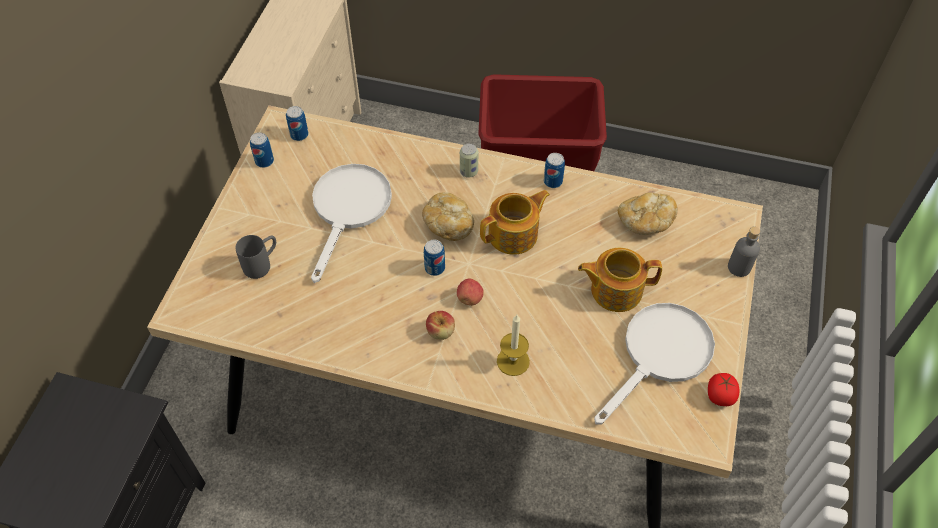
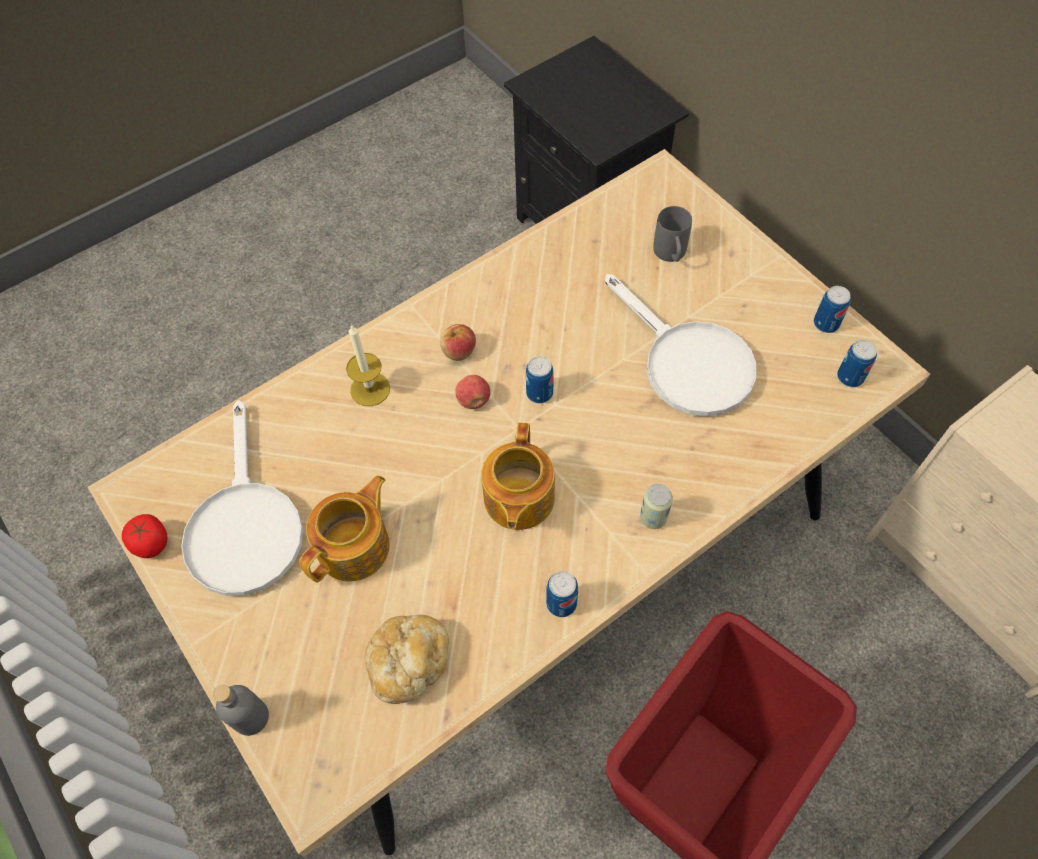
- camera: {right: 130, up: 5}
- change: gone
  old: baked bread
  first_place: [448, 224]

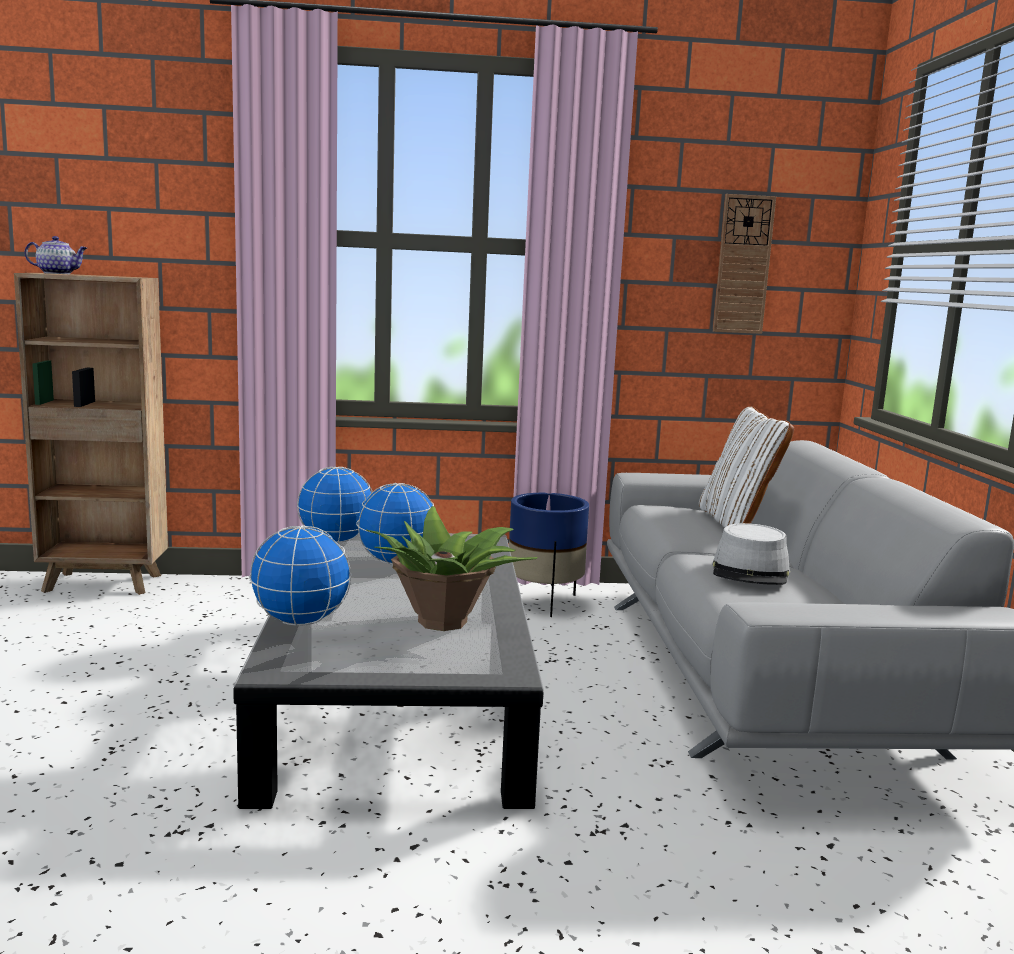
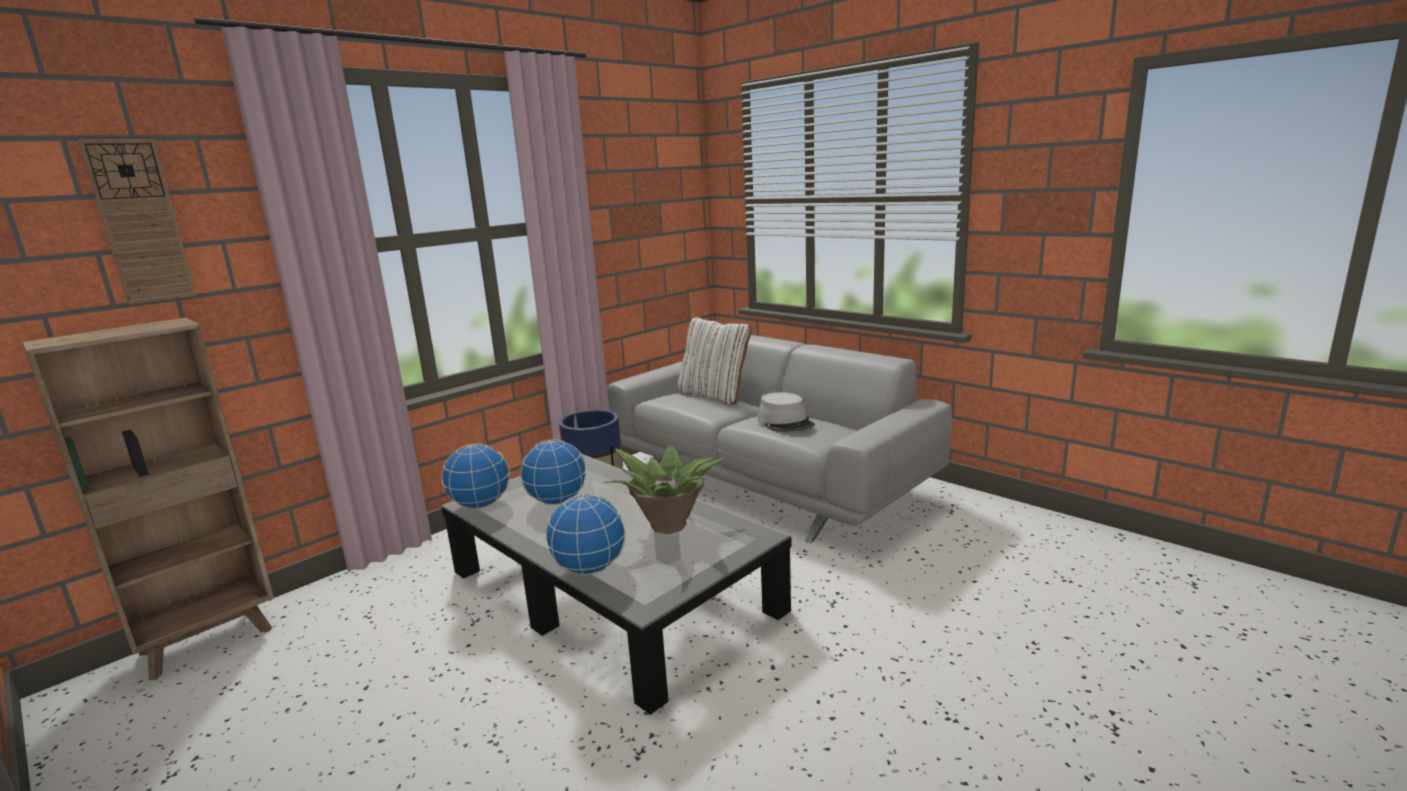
- camera: {right: -40, up: 5}
- change: gone
  old: pot for tea
  first_place: [58, 273]
- change: shifted
  old: clock on the wall
  first_place: [743, 265]
  second_place: [140, 222]

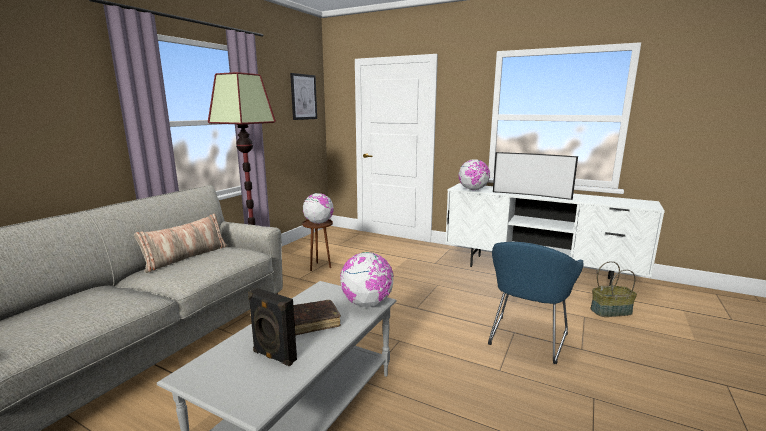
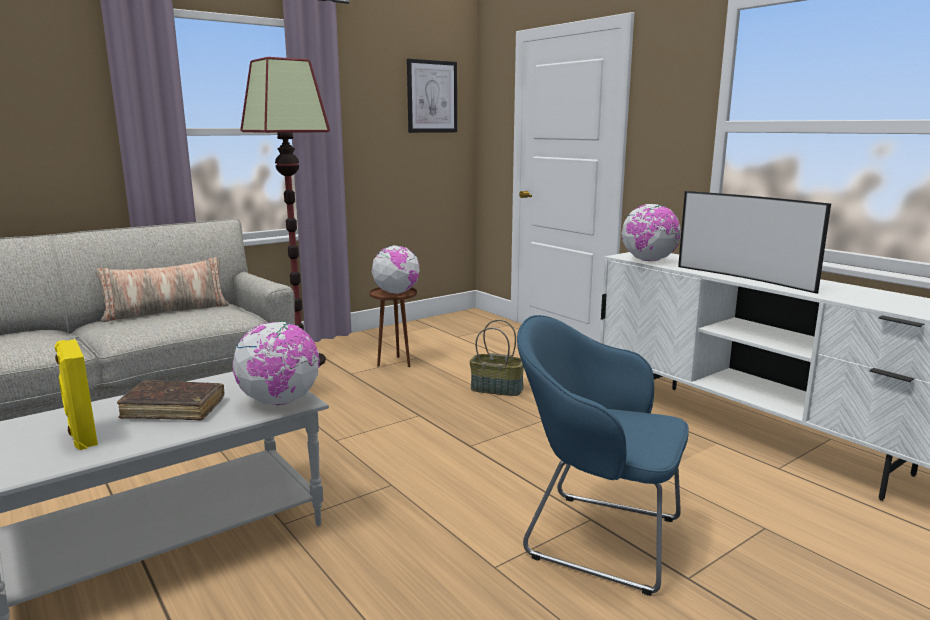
- camera: {right: 25, up: 0}
- change: repainted
  old: speaker (black)
  new: speaker (yellow)
  first_place: [273, 357]
  second_place: [81, 436]
- change: rotated
  old: easy chair (blue-coloured)
  first_place: [525, 340]
  second_place: [595, 536]
  degrees: 60
- change: shifted
  old: basket
  first_place: [610, 311]
  second_place: [497, 389]

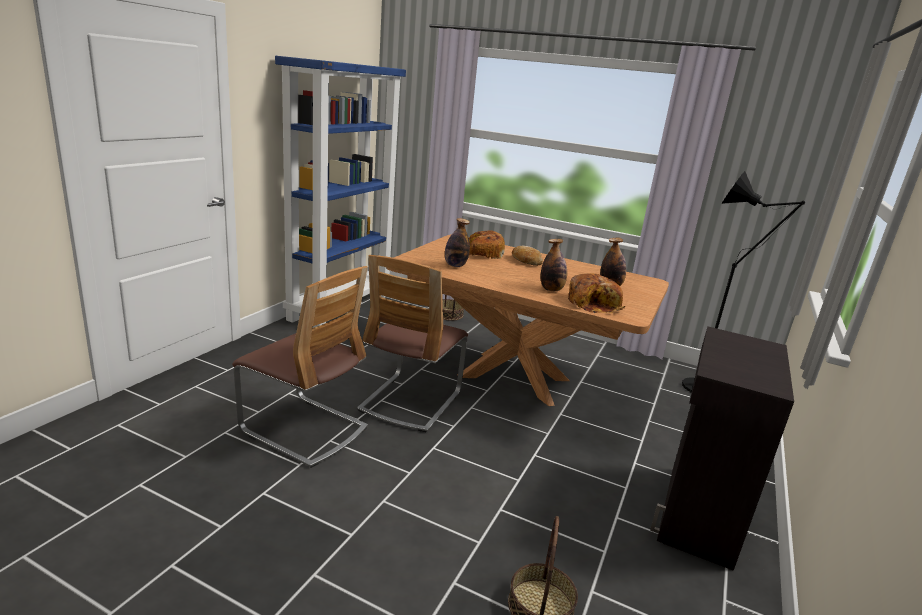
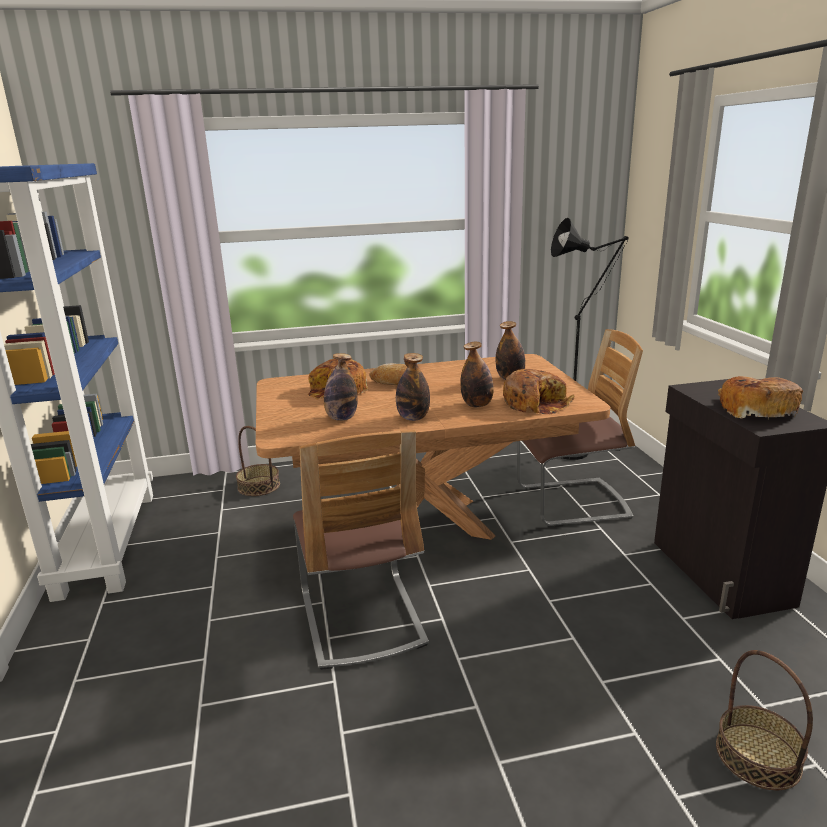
- camera: {right: -35, up: 0}
- change: shifted
  old: upright chair
  first_place: [304, 429]
  second_place: [572, 503]
- change: new
  new: bottle
  second_place: [413, 418]
- change: new
  new: baked bread
  second_place: [755, 409]

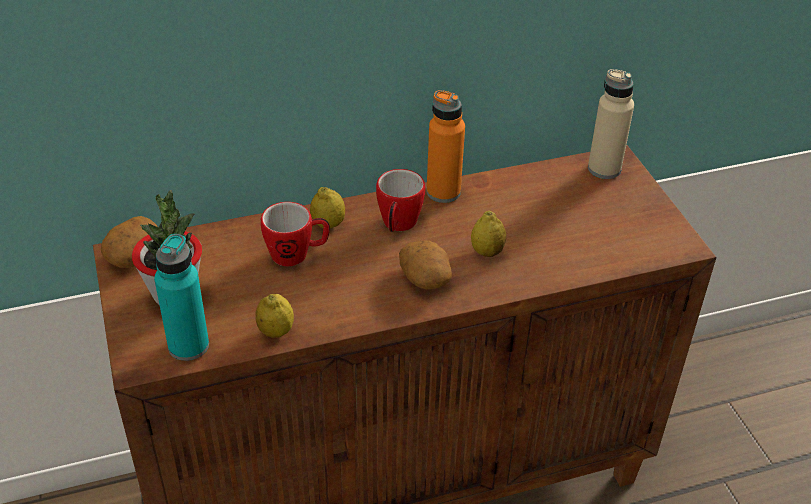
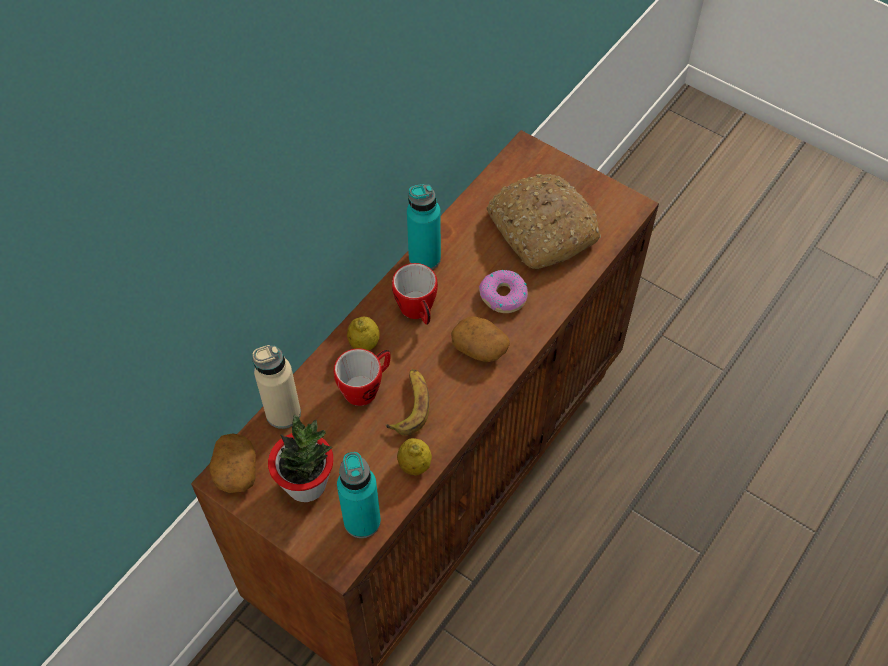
- camera: {right: -35, up: 15}
- change: repainted
  old: bottle (orange)
  new: bottle (blue-green)
  first_place: [443, 192]
  second_place: [424, 258]
- change: swapped
  old: whole lemon
  new: donut
  first_place: [487, 252]
  second_place: [503, 296]
- change: shifted
  old: bottle (beige-coloured)
  first_place: [604, 169]
  second_place: [283, 413]
- change: new
  new: whole banana
  second_place: [410, 405]
- change: new
  new: baked bread
  second_place: [540, 229]

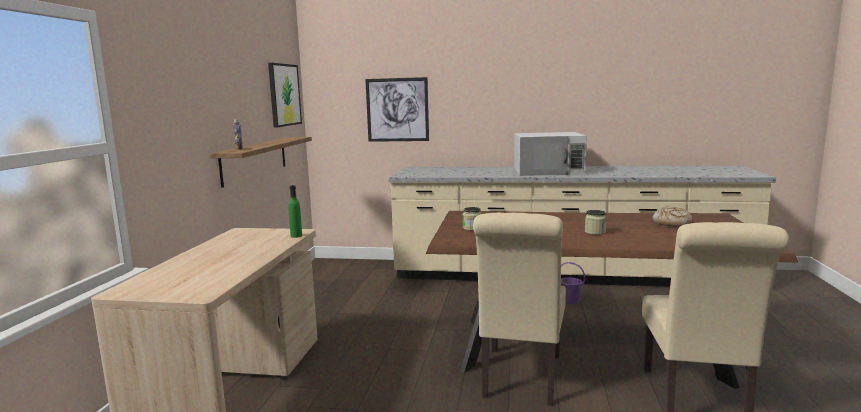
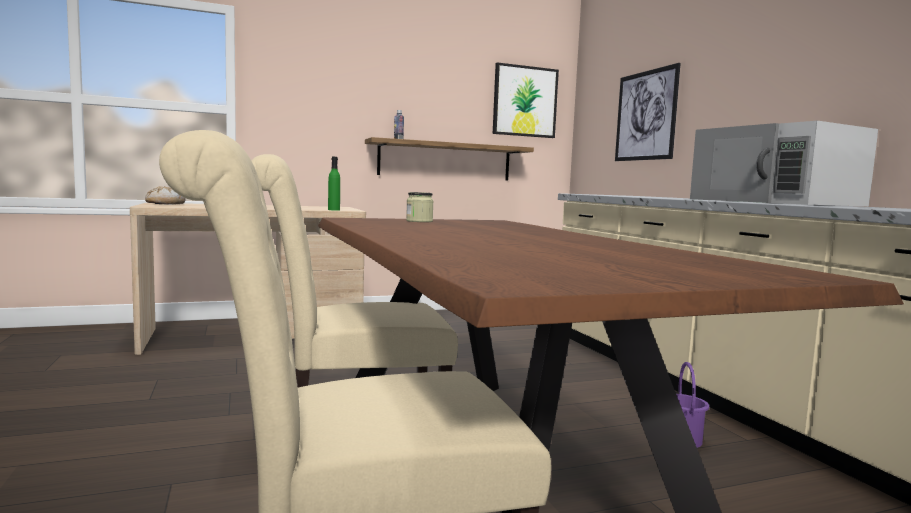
- camera: {right: 60, up: -5}
- change: gone
  old: preserve jar
  first_place: [595, 232]
- change: shifted
  old: baked bread
  first_place: [671, 223]
  second_place: [165, 203]

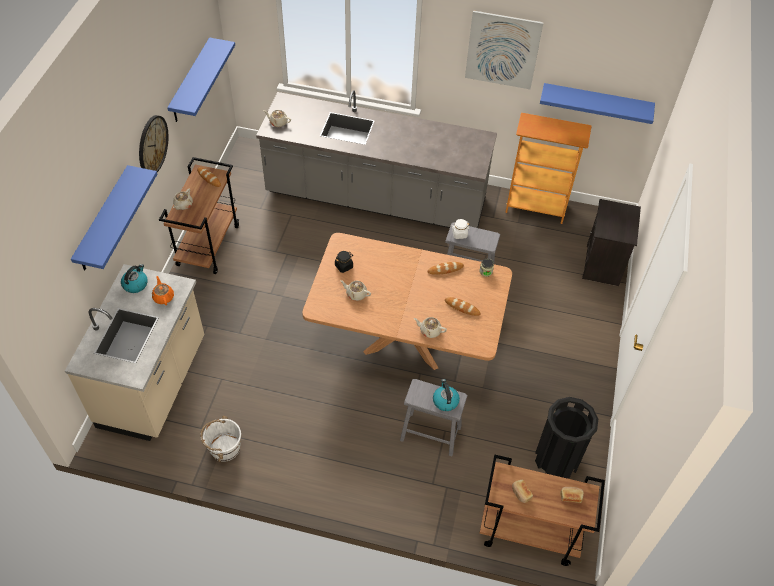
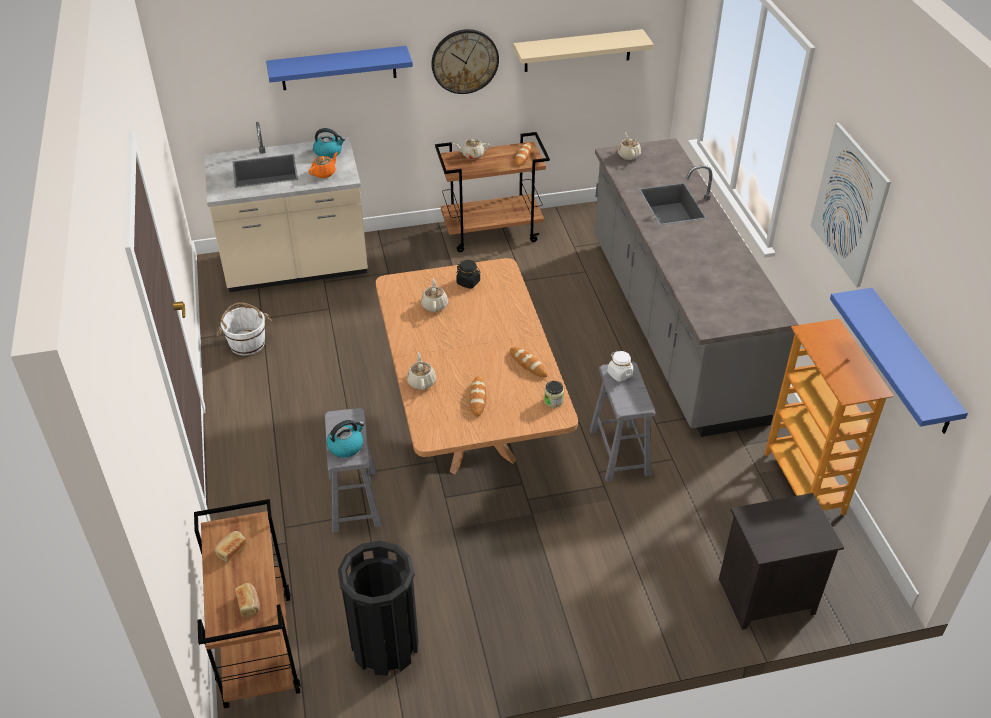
- camera: {right: 65, up: -10}
- change: repainted
  old: shelf (blue-coloured)
  new: shelf (beige-coloured)
  first_place: [191, 81]
  second_place: [578, 50]

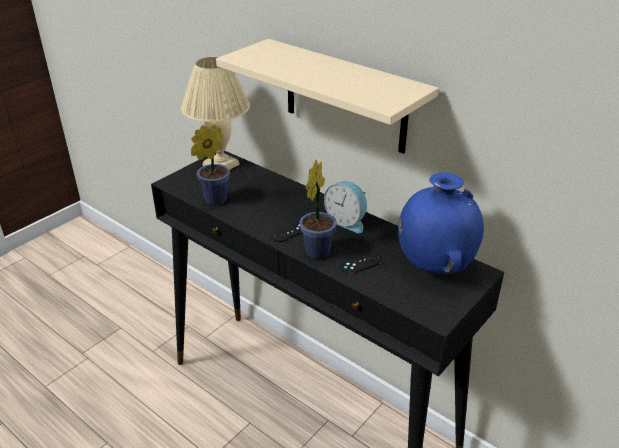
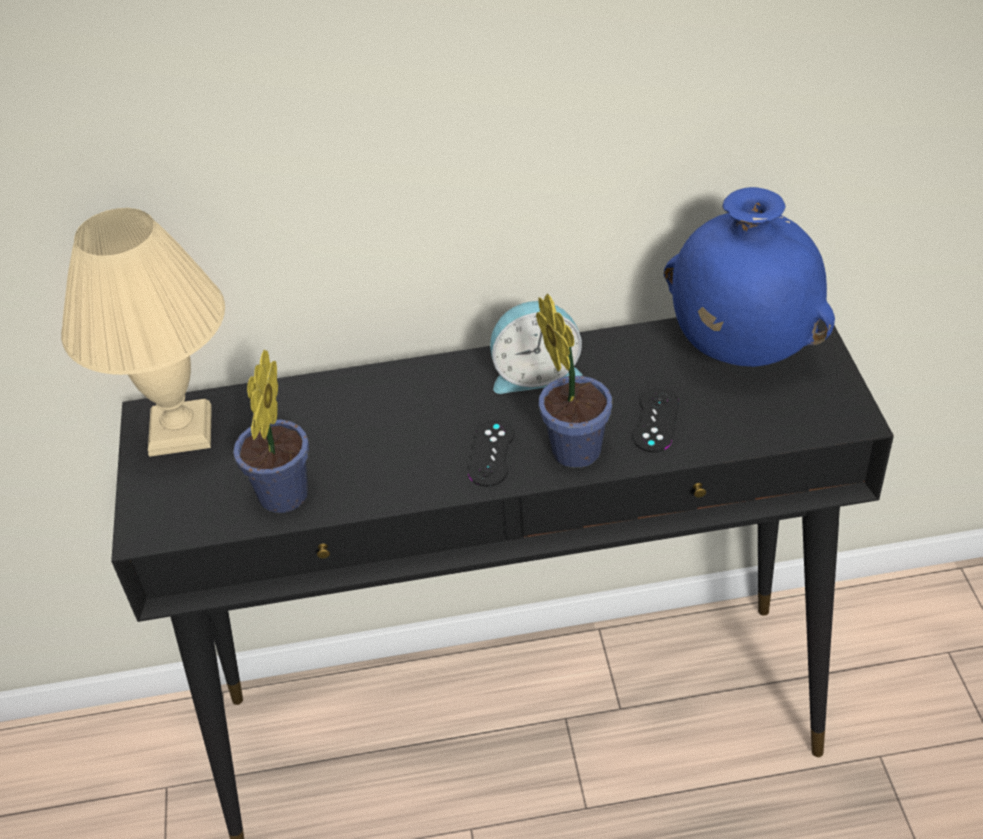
- camera: {right: -45, up: 10}
- change: gone
  old: shelf (beige-coloured)
  first_place: [345, 96]

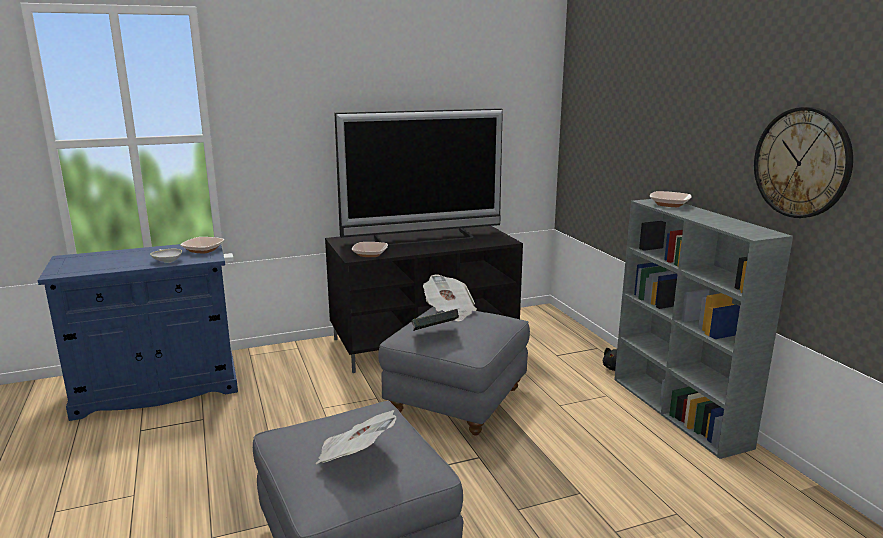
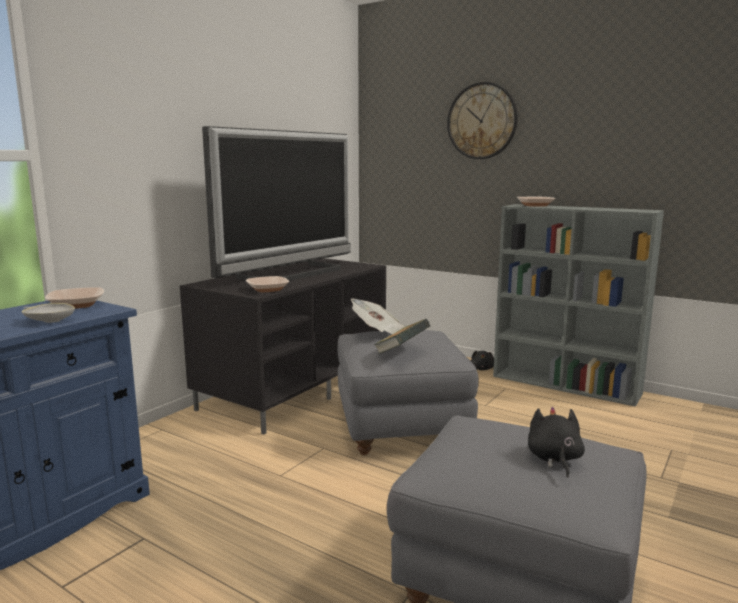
- camera: {right: -35, up: -5}
- change: swapped
  old: daily paper
  new: cuddly toy (black)
  first_place: [355, 456]
  second_place: [554, 459]
- change: shifted
  old: clock on the wall
  first_place: [802, 163]
  second_place: [482, 121]

